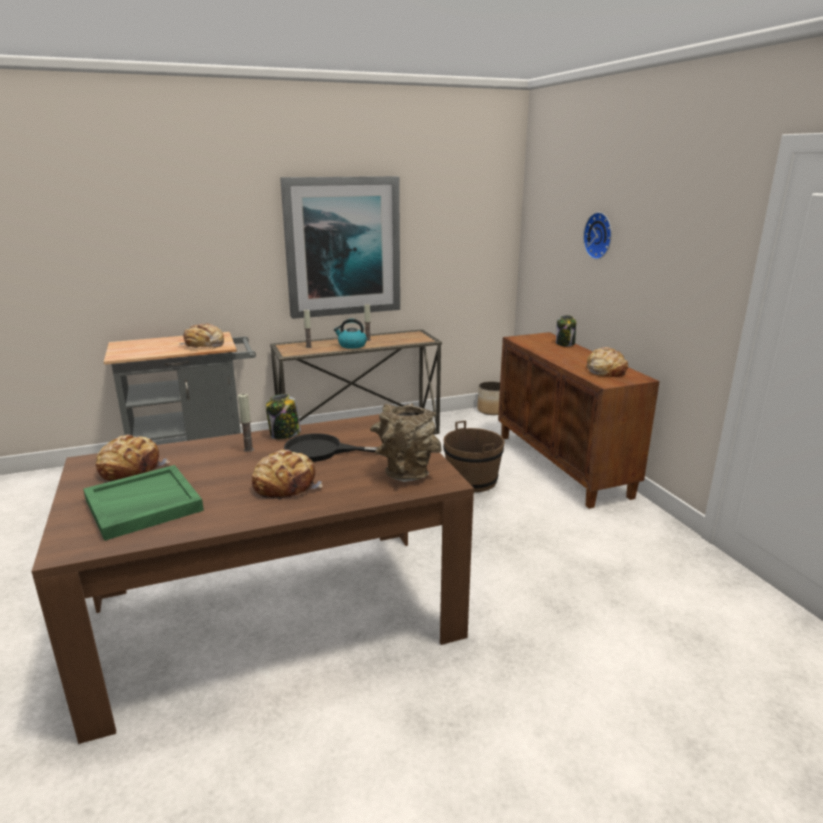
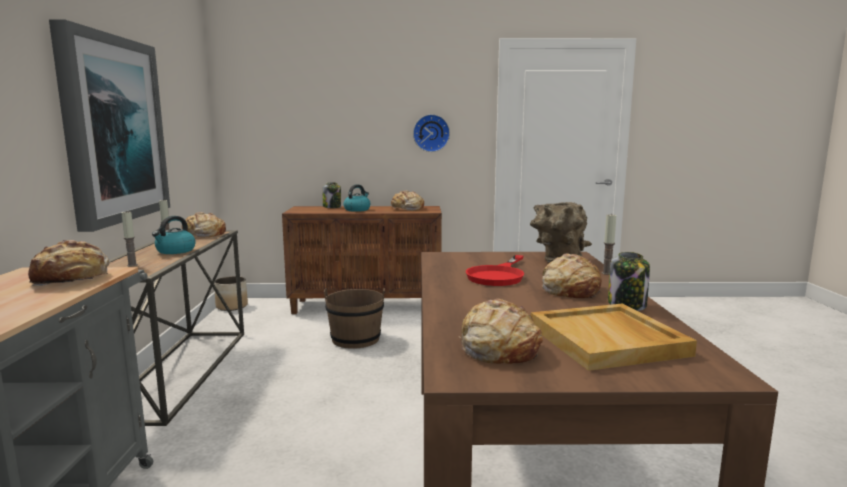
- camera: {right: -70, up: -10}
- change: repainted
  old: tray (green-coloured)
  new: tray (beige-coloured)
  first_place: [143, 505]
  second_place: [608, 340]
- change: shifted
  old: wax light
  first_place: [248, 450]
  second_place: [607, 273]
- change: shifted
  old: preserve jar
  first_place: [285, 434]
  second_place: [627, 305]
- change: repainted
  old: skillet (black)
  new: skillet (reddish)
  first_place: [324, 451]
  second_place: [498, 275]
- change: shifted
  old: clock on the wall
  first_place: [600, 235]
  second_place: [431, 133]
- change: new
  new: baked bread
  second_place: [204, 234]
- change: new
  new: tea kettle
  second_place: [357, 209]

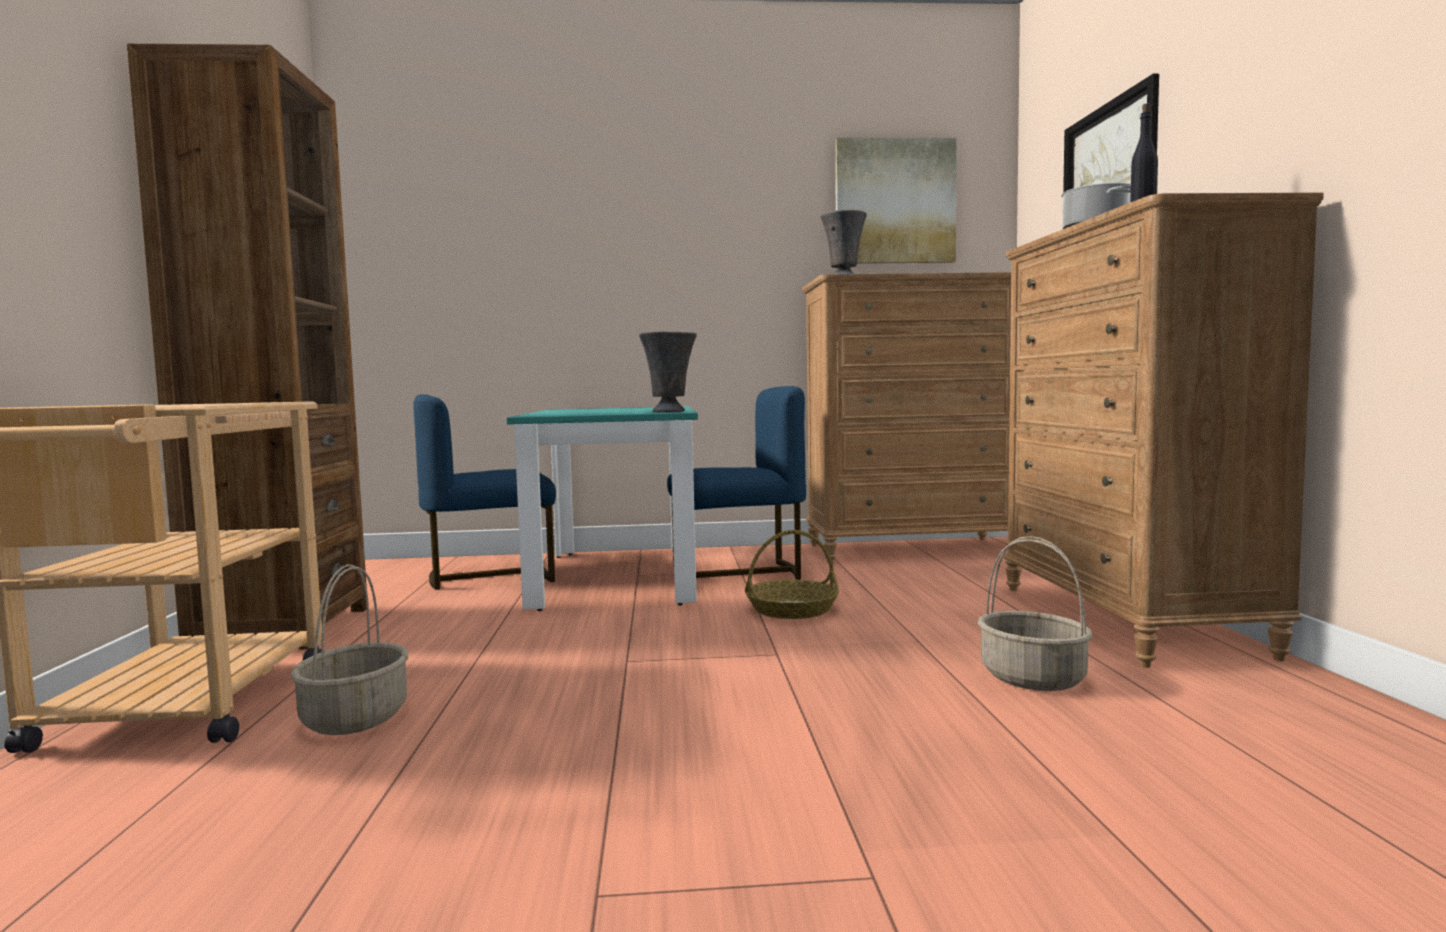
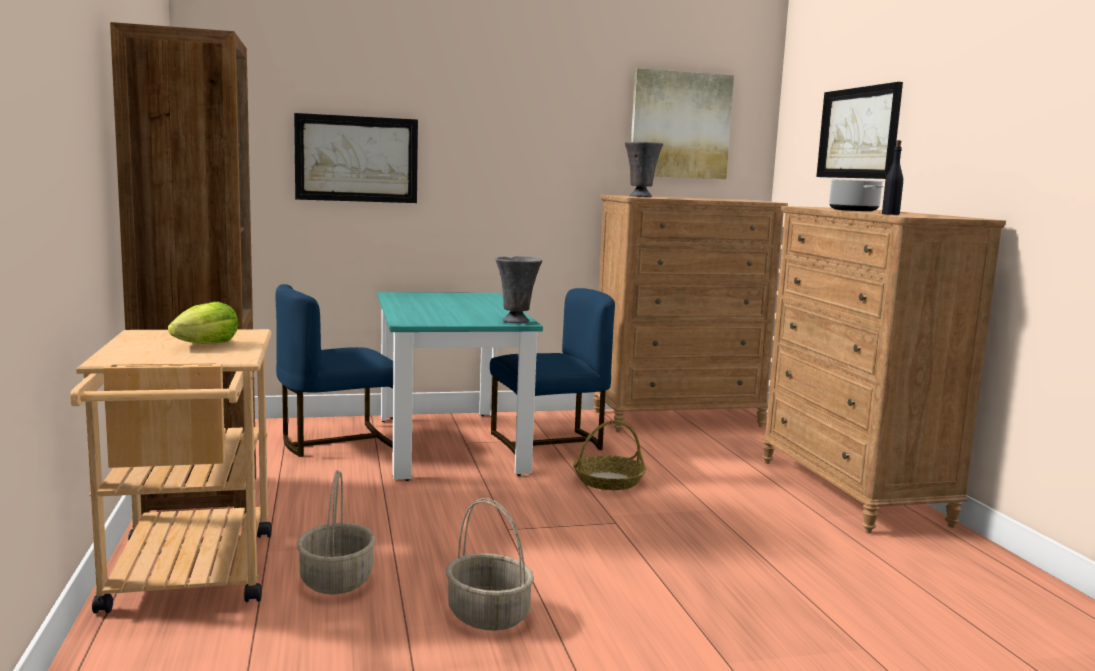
- camera: {right: -10, up: 5}
- change: shifted
  old: basket
  first_place: [1034, 678]
  second_place: [489, 615]
- change: new
  new: lettuce
  second_place: [206, 345]
- change: new
  new: wall picture
  second_place: [356, 159]

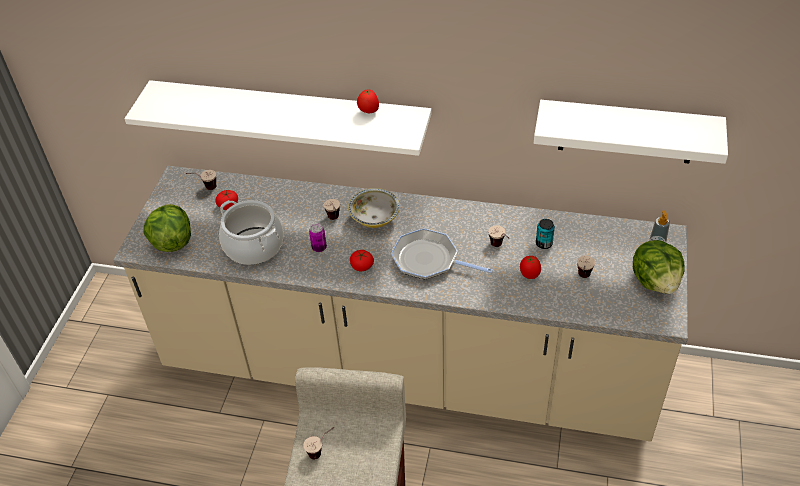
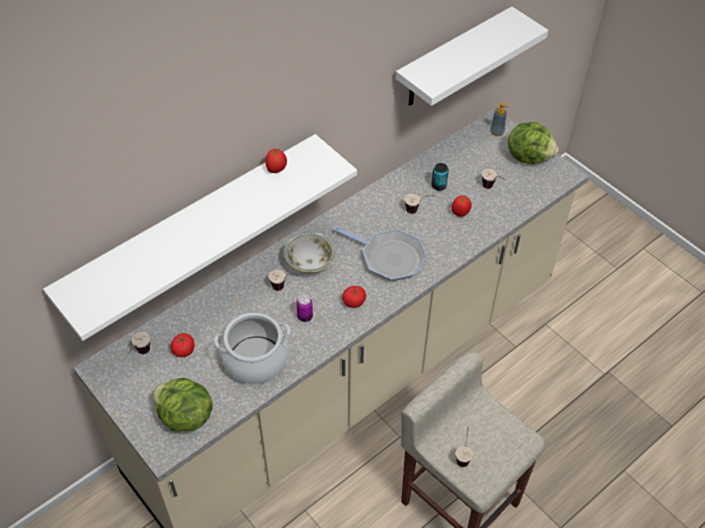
- camera: {right: -55, up: 5}
- change: rotated
  old: skillet
  first_place: [429, 260]
  second_place: [389, 258]
  degrees: -120

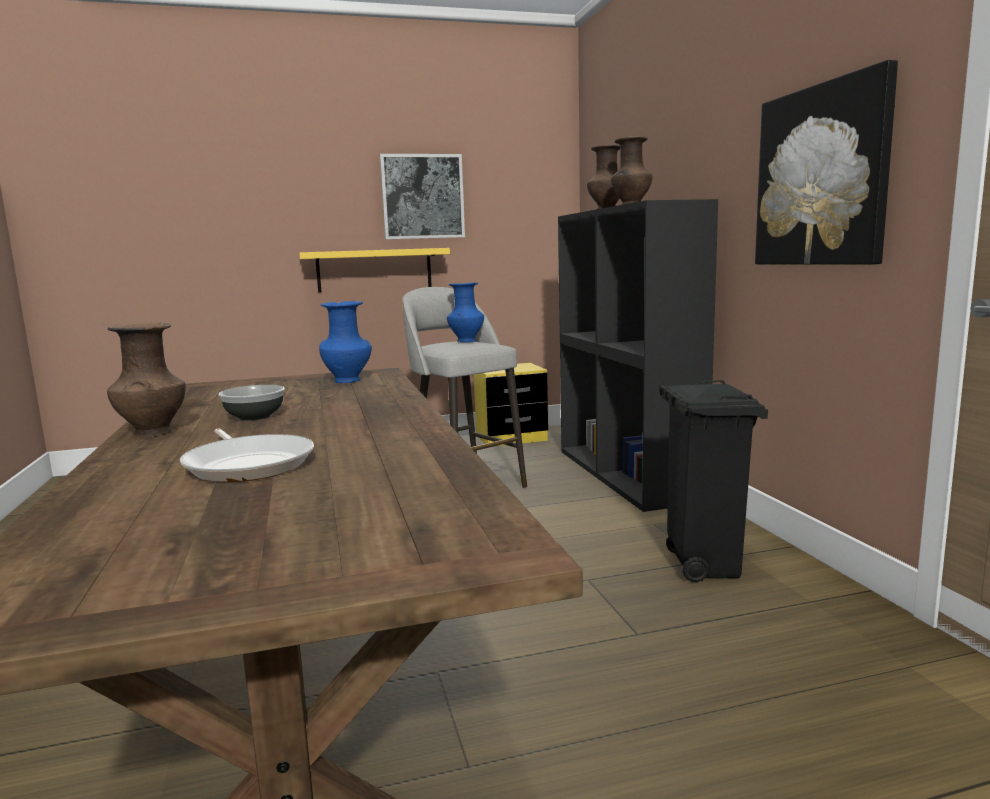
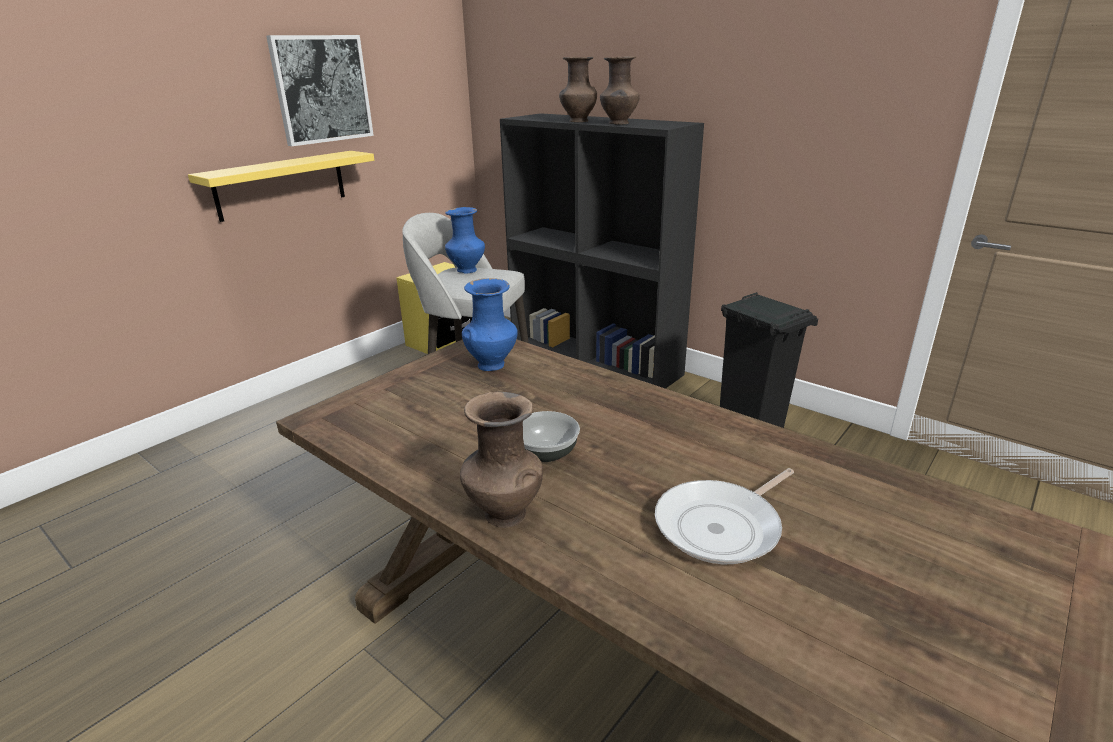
- camera: {right: -35, up: 15}
- change: rotated
  old: skillet
  first_place: [248, 464]
  second_place: [722, 526]
  degrees: 120
- change: gone
  old: wall picture
  first_place: [821, 176]

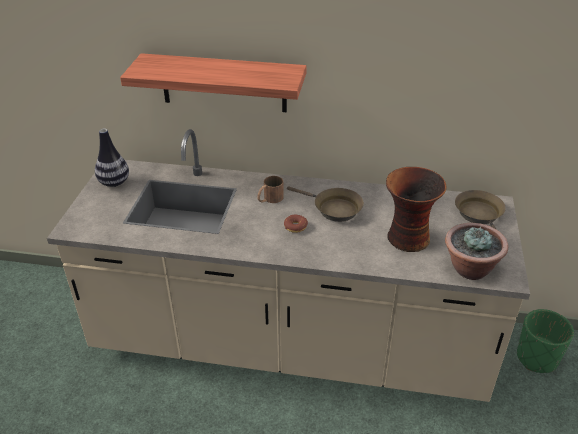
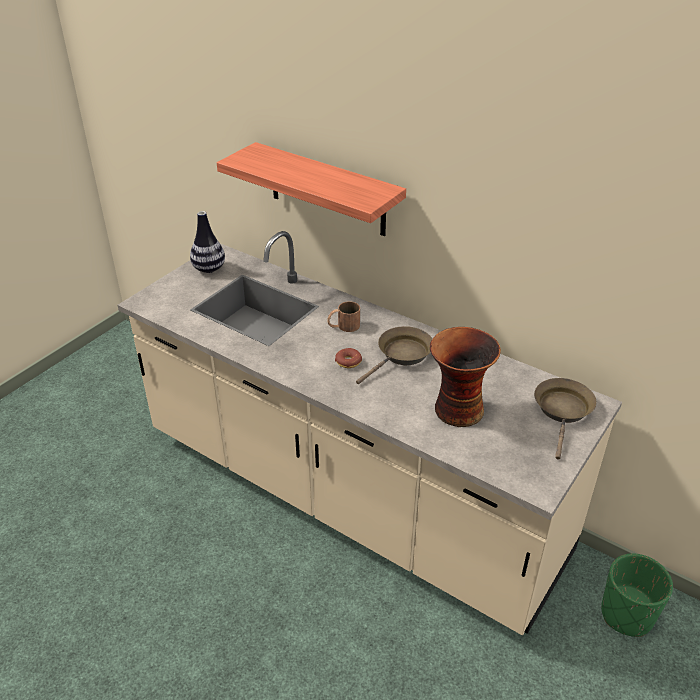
- camera: {right: 25, up: 0}
- change: rotated
  old: skillet (brownish)
  first_place: [333, 209]
  second_place: [402, 355]
  degrees: -105
- change: gone
  old: potted plant
  first_place: [469, 269]

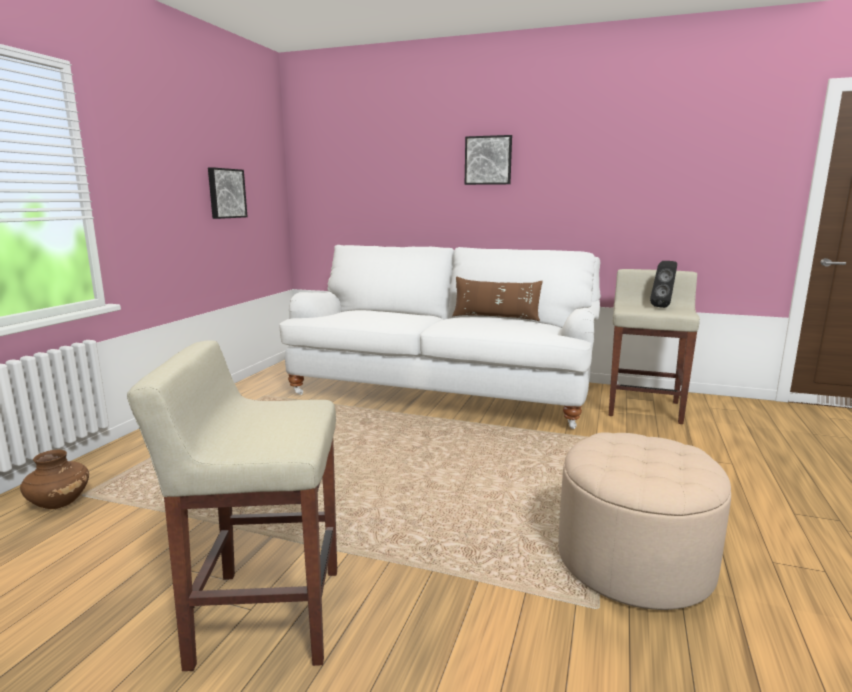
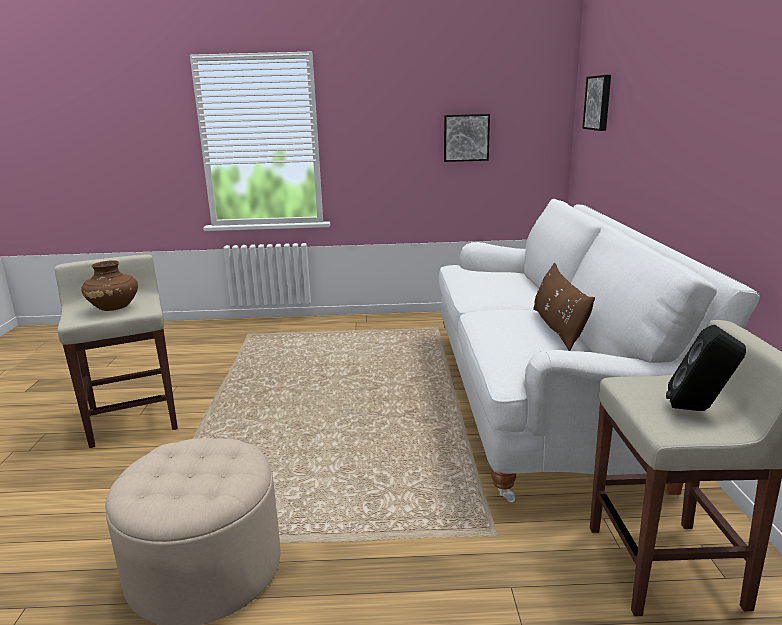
- camera: {right: 70, up: 5}
- change: shifted
  old: flower vase (brownish)
  first_place: [59, 503]
  second_place: [114, 308]
- change: shifted
  old: wall picture
  first_place: [488, 160]
  second_place: [599, 103]

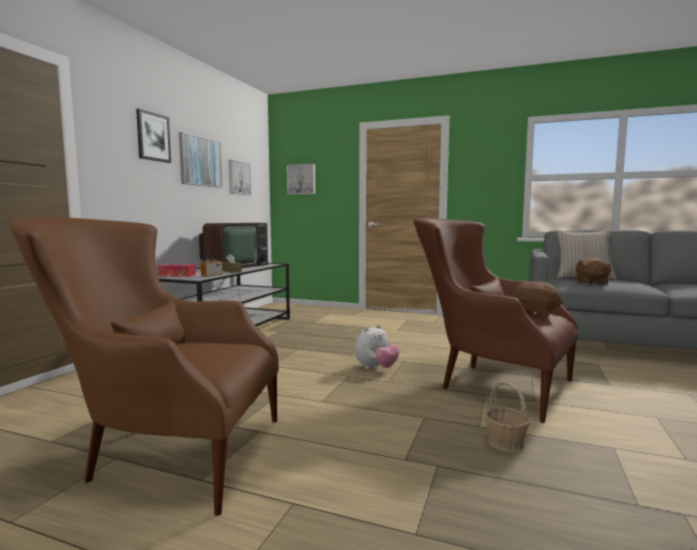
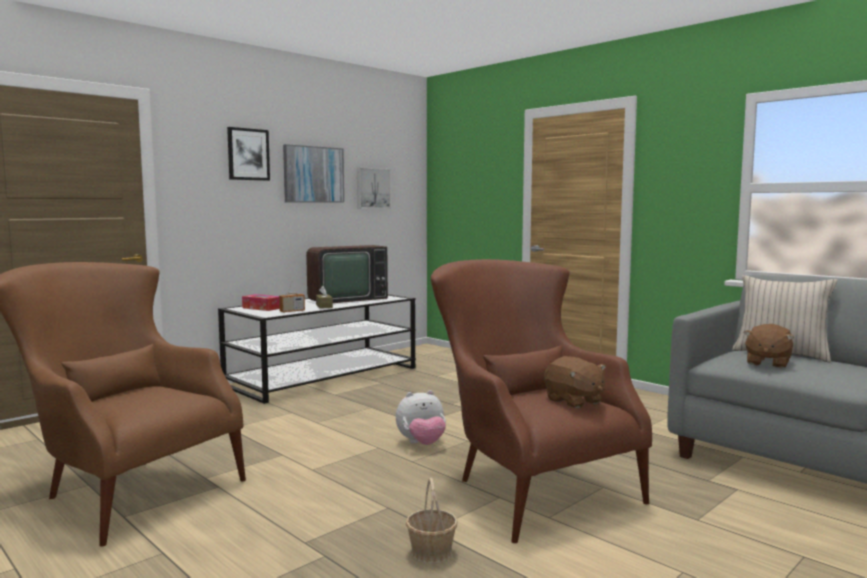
- camera: {right: 25, up: 0}
- change: gone
  old: wall picture
  first_place: [301, 179]

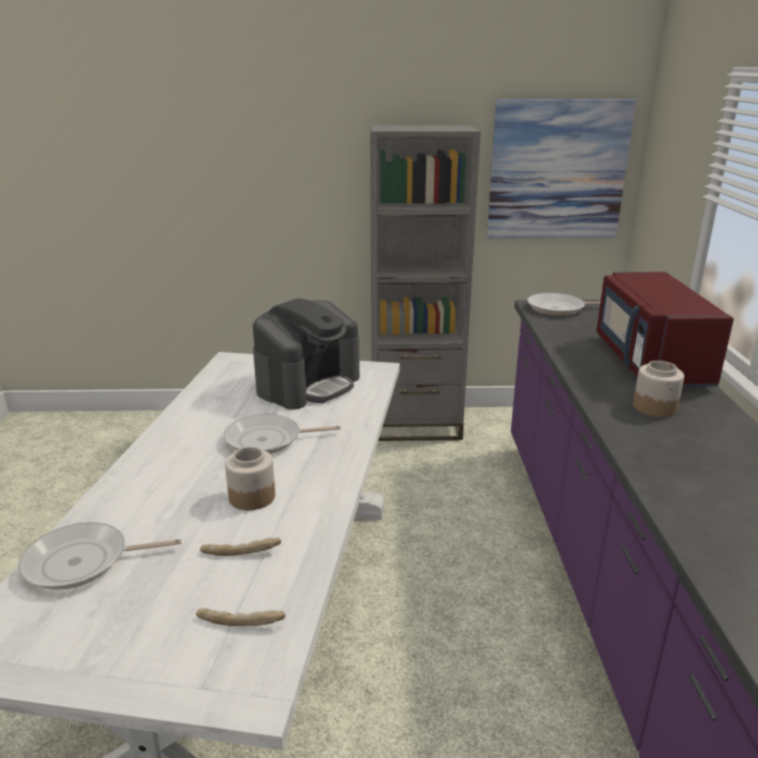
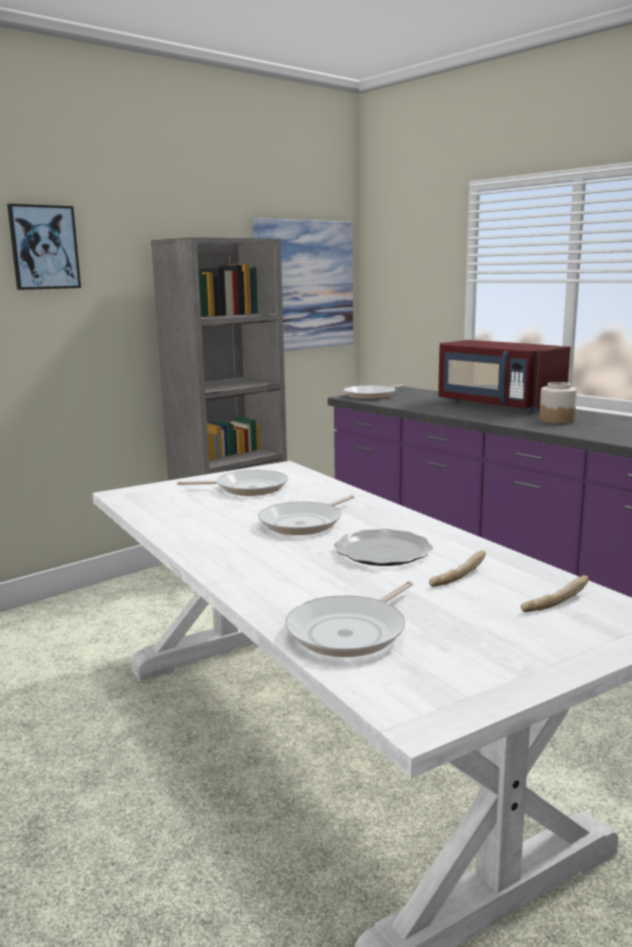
- camera: {right: -40, up: -10}
- change: swapped
  old: preserve jar
  new: plate
  first_place: [251, 497]
  second_place: [382, 552]
- change: swapped
  old: coffee maker
  new: skillet
  first_place: [308, 384]
  second_place: [247, 488]
- change: new
  new: wall picture
  second_place: [44, 247]

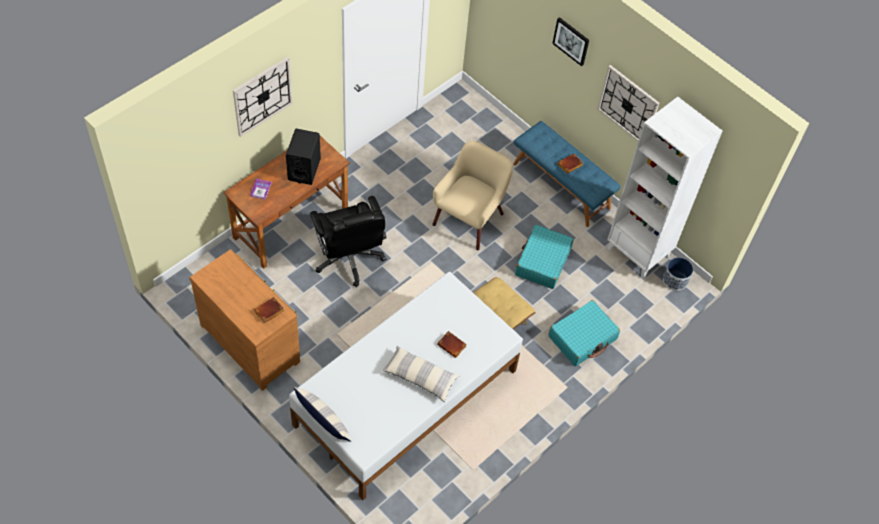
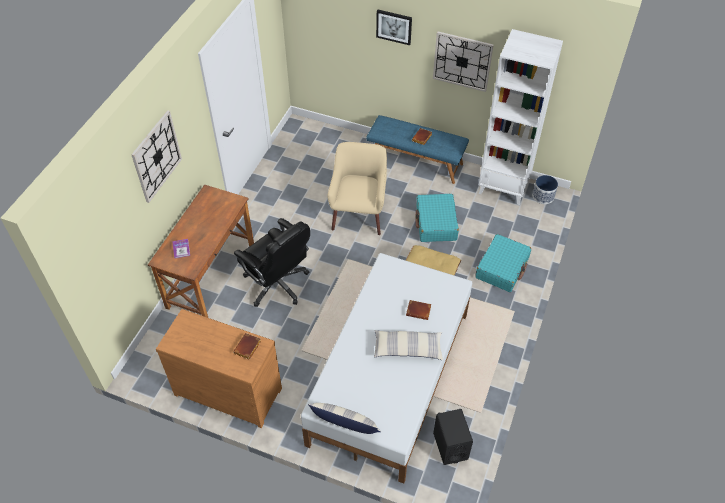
- camera: {right: -20, up: -5}
- change: shifted
  old: speaker (black)
  first_place: [304, 169]
  second_place: [450, 446]

